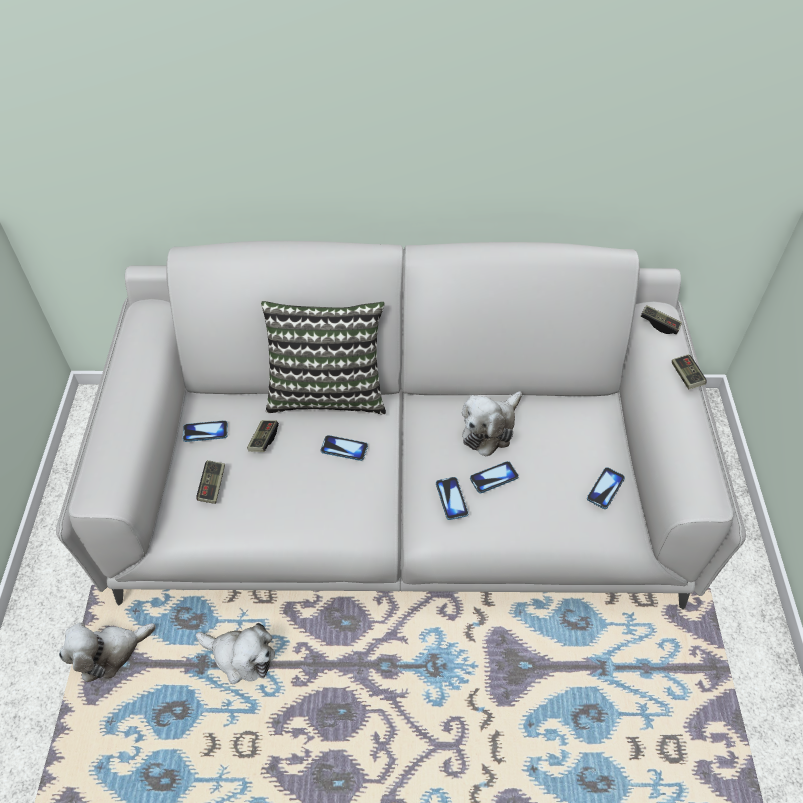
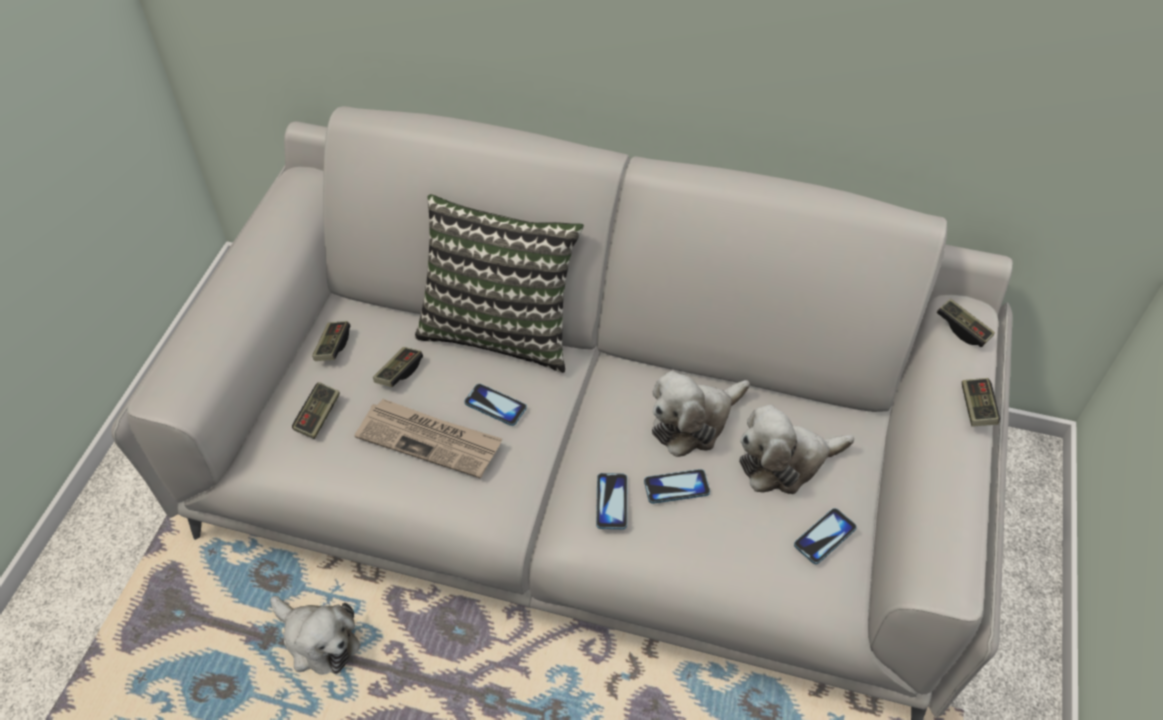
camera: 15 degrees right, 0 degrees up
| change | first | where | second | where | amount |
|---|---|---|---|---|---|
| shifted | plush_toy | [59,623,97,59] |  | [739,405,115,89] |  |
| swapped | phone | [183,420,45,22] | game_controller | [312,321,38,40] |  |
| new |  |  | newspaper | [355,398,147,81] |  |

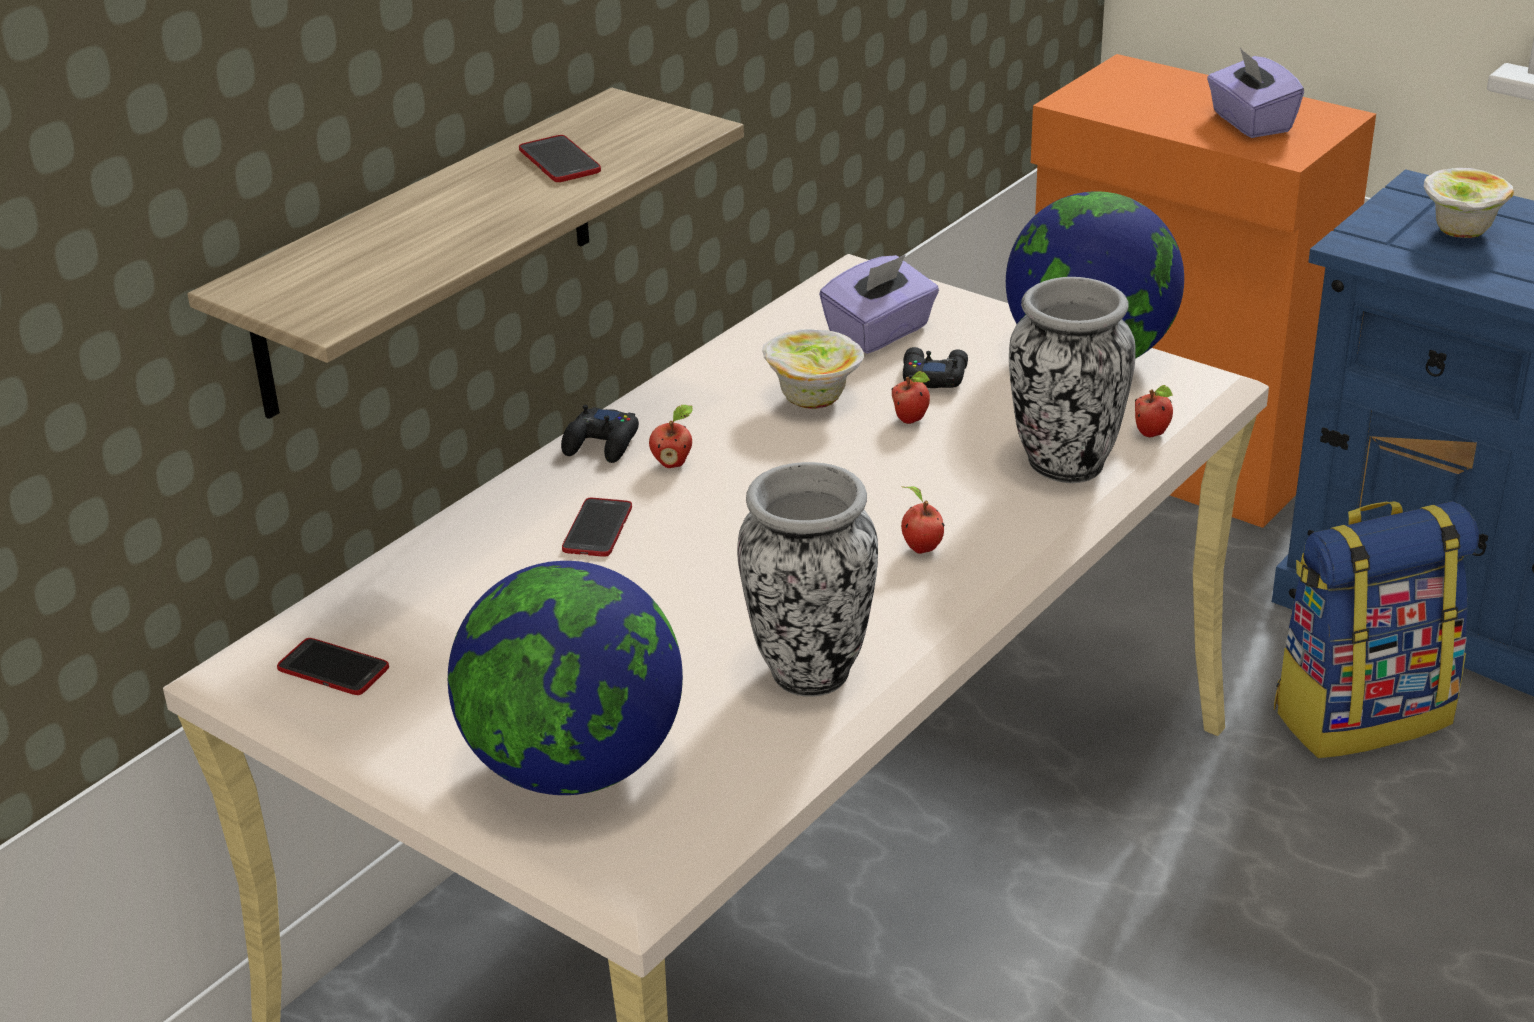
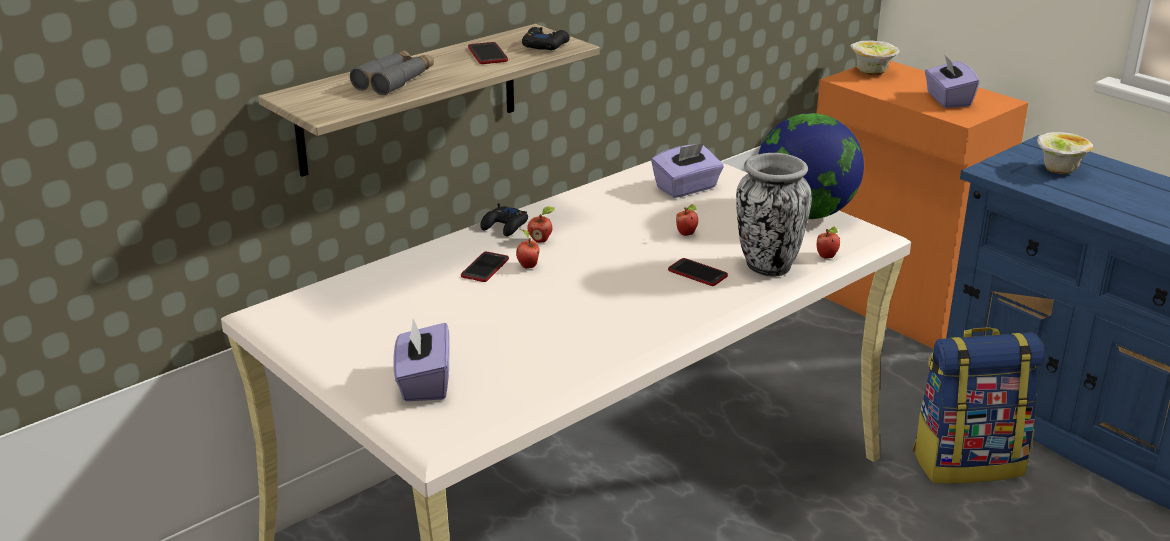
camera: 10 degrees right, 5 degrees down
| change | first | where | second | where | amount |
|---|---|---|---|---|---|
| shifted | phone | [277,638,112,57] |  | [668,258,60,28] |  |
| swapped | globe | [448,561,235,234] | purple_tissue_box | [393,319,57,82] |  |
| gone | vase | [737,462,141,235] |  |  |  |
| shifted | bowl | [762,329,102,80] |  | [851,41,49,34] |  |
| shifted | apple | [901,486,43,68] |  | [516,229,23,39] |  |
| shifted | black_game_controller | [903,347,65,41] |  | [522,27,48,23] |  |
| new |  |  | grey_binoculars | [350,51,84,44] |  |

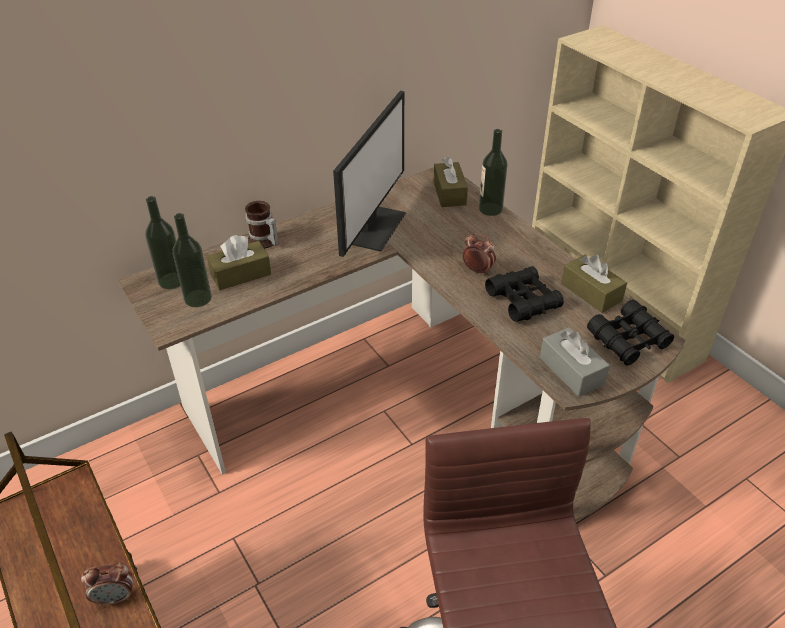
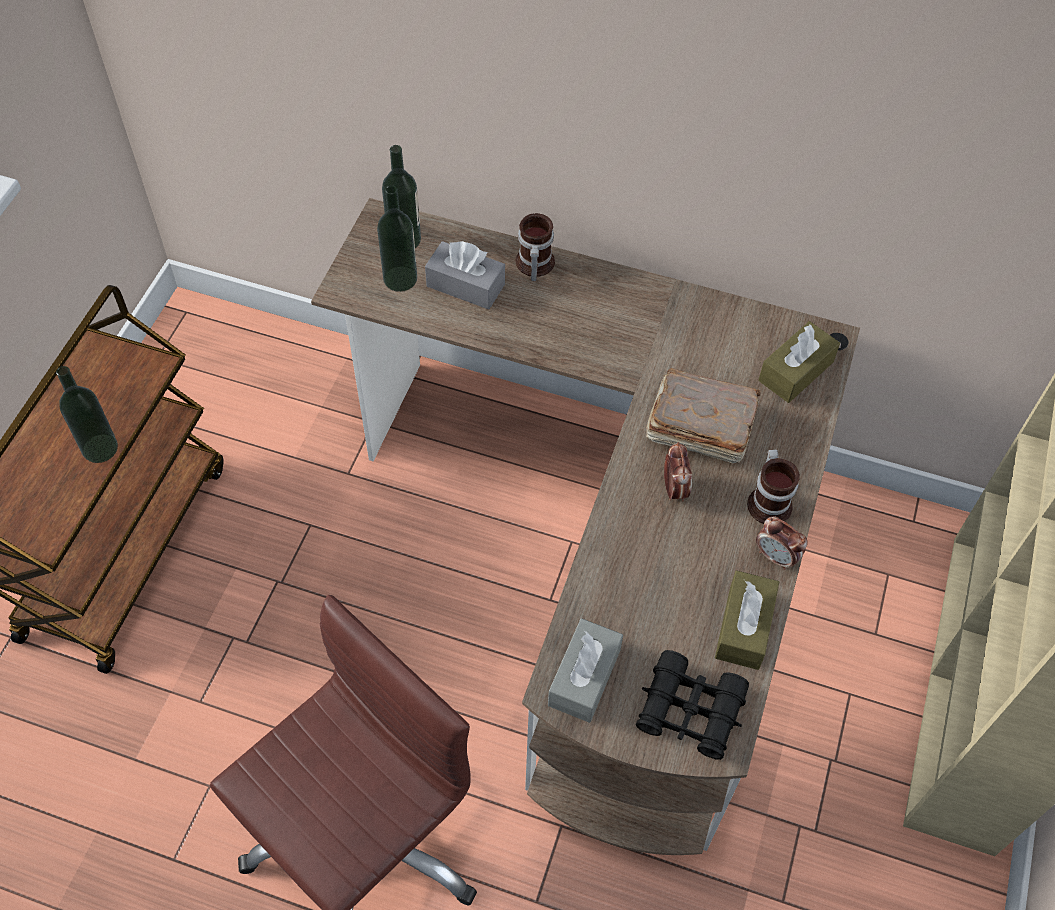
camera: 50 degrees right, 15 degrees up
| change | first | where | second | where | amount |
|---|---|---|---|---|---|
| shifted | alarm_clock | [81,563,52,43] |  | [756,516,52,54] |  |
| repainted | brown_tissue_box | [207,235,64,55] | grey_tissue_box | [425,241,80,69] |  |
| gone | monitor | [333,91,73,166] |  |  |  |
| shifted | bottle | [479,129,28,87] |  | [56,366,62,97] |  |
| gone | black_binoculars | [485,266,79,56] |  |  |  |
| new |  |  | brown_book | [646,368,115,95] |  |
| new |  |  | mug | [747,449,53,75] |  |

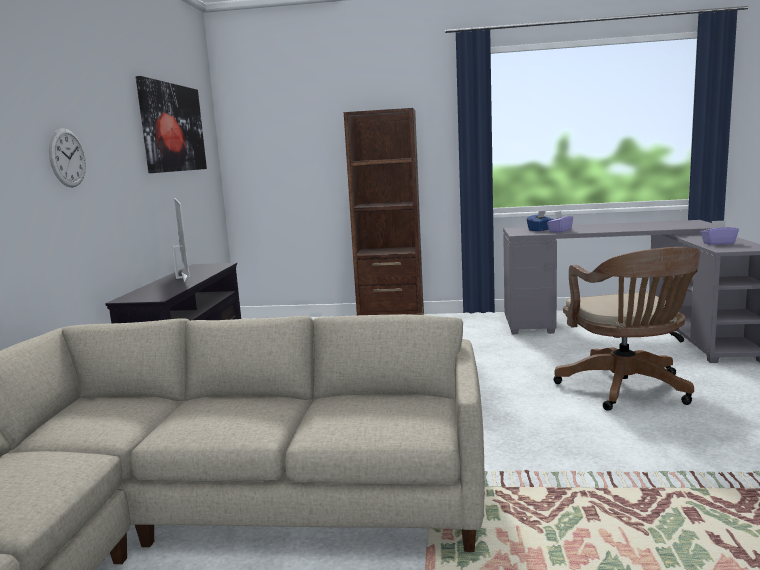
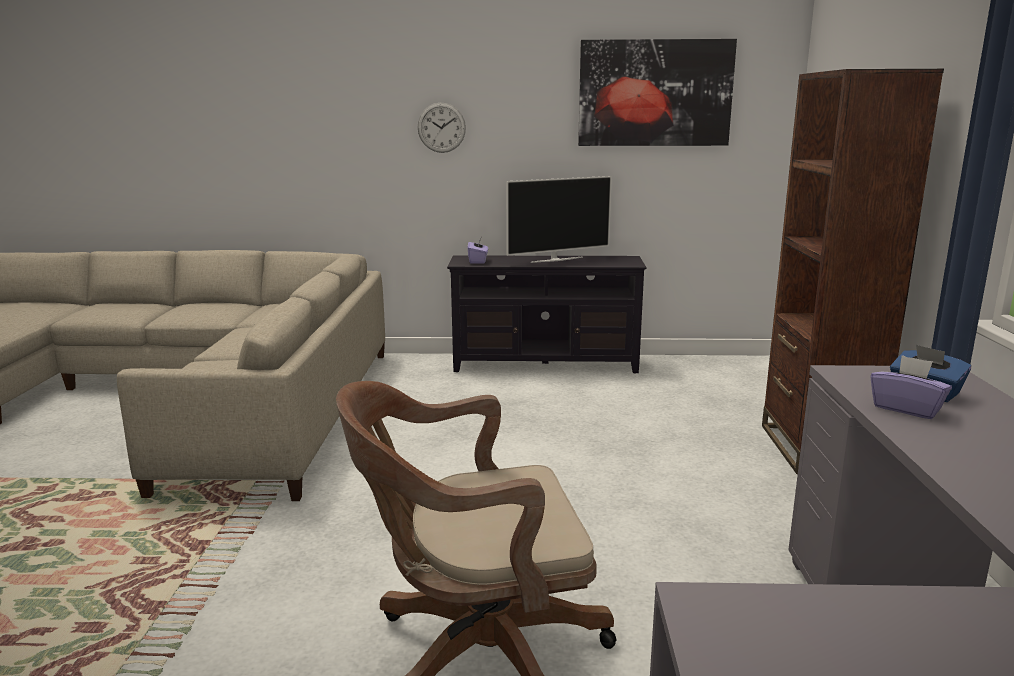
camera: 85 degrees right, 5 degrees up
| change | first | where | second | where | amount |
|---|---|---|---|---|---|
| shifted | purple_tissue_box | [701,220,38,25] |  | [467,238,21,25] |  |

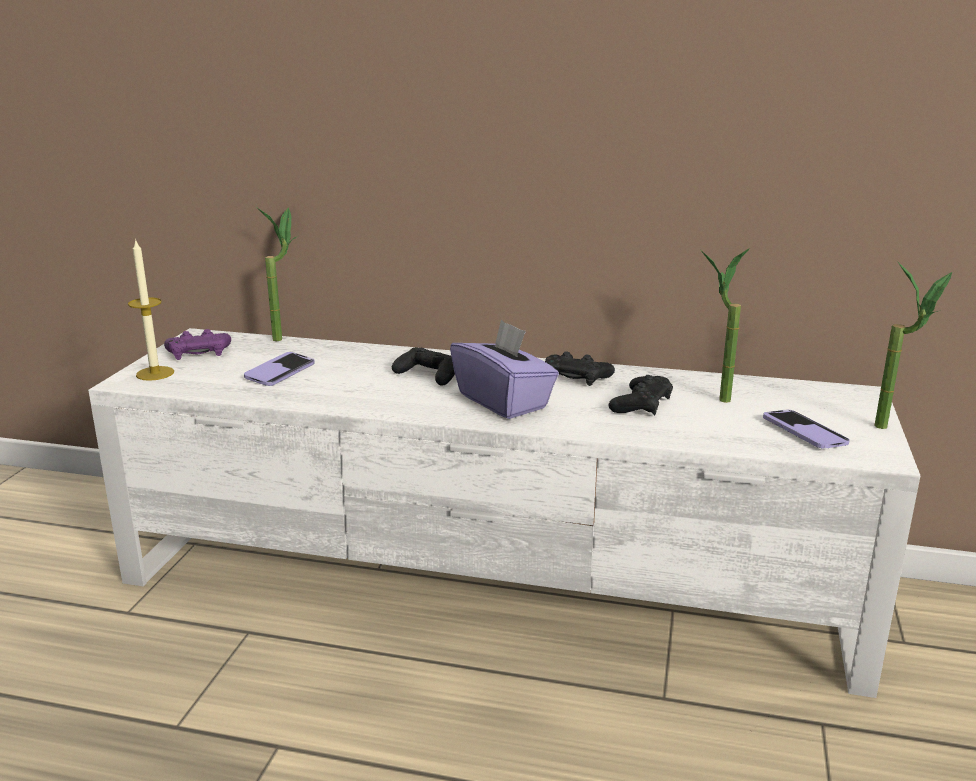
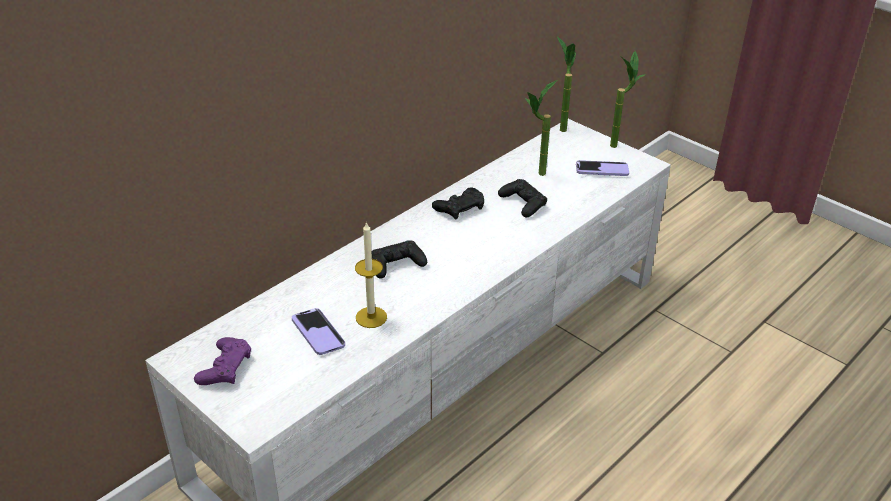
camera: 60 degrees left, 15 degrees up
| change | first | where | second | where | amount |
|---|---|---|---|---|---|
| shifted | candle | [128,239,46,142] |  | [355,221,32,107] |  |
| shifted | potted_plant | [256,207,42,134] |  | [557,36,19,96] |  |
| gone | purple_tissue_box | [450,319,109,100] |  |  |  |

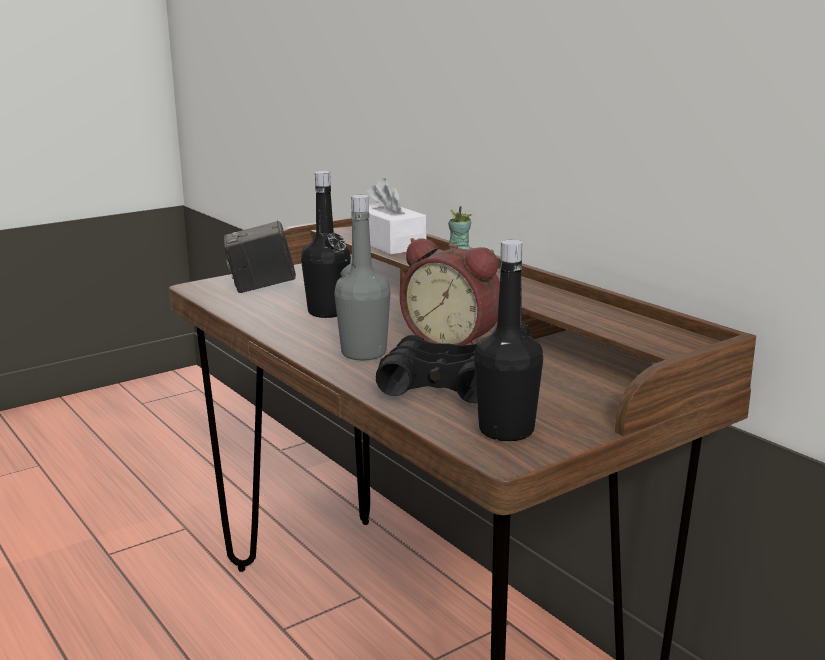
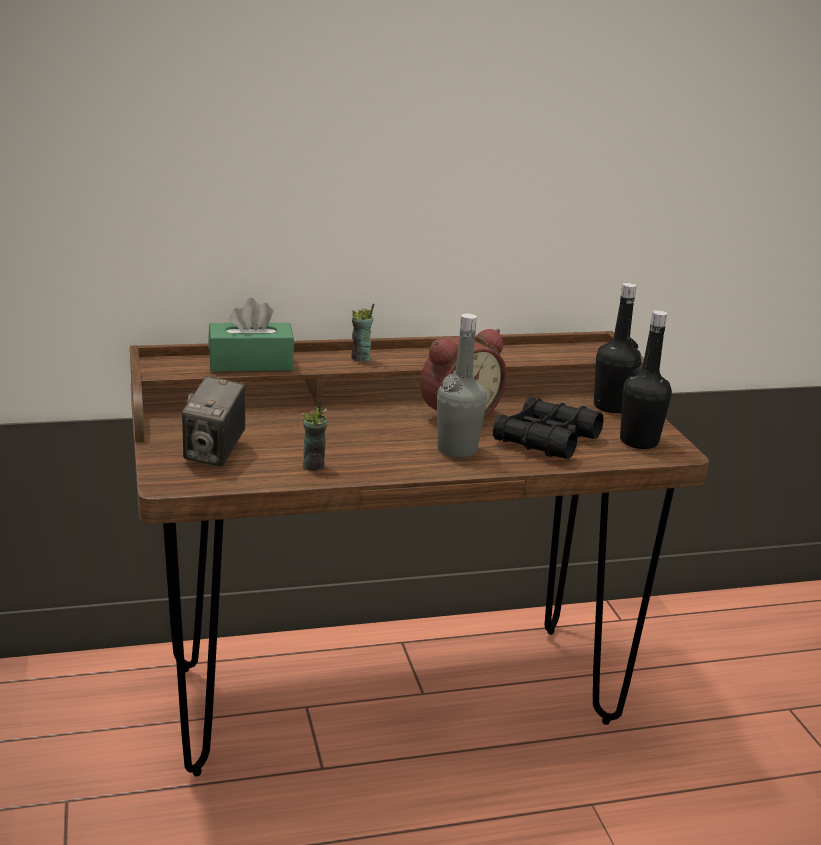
camera: 70 degrees left, 5 degrees up
| change | first | where | second | where | amount |
|---|---|---|---|---|---|
| shifted | black_bottle | [301,171,50,147] |  | [594,283,47,130] |  |
| repainted | white_tissue_box | [366,178,60,77] | green_tissue_box | [208,298,86,74] |  |
| new |  |  | cup | [301,398,27,73] |  |

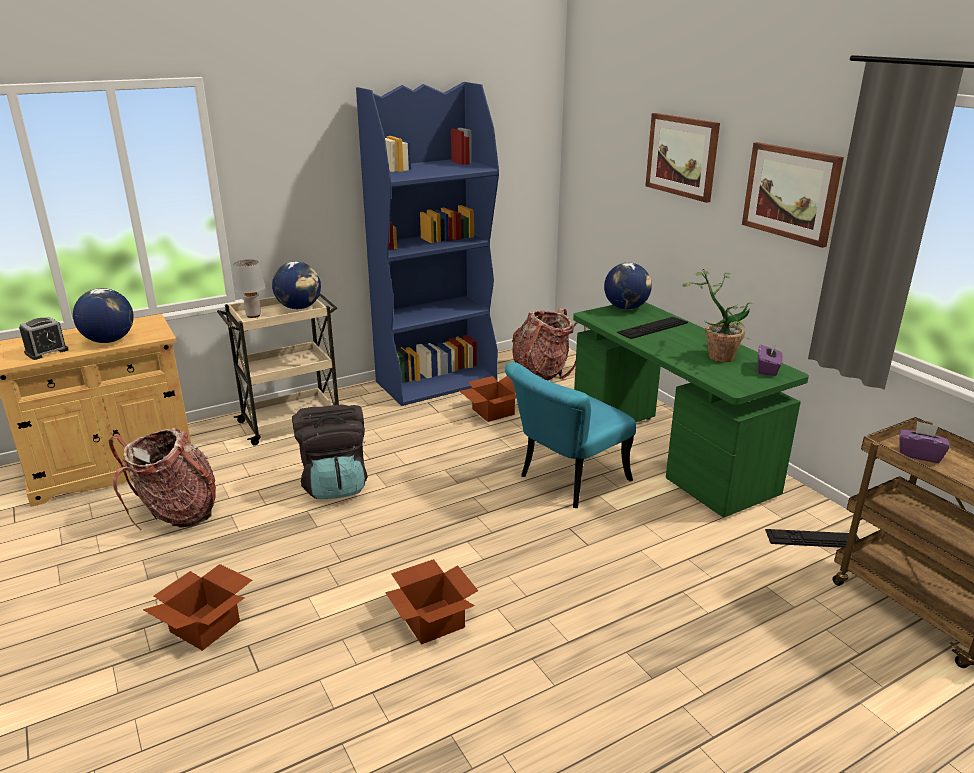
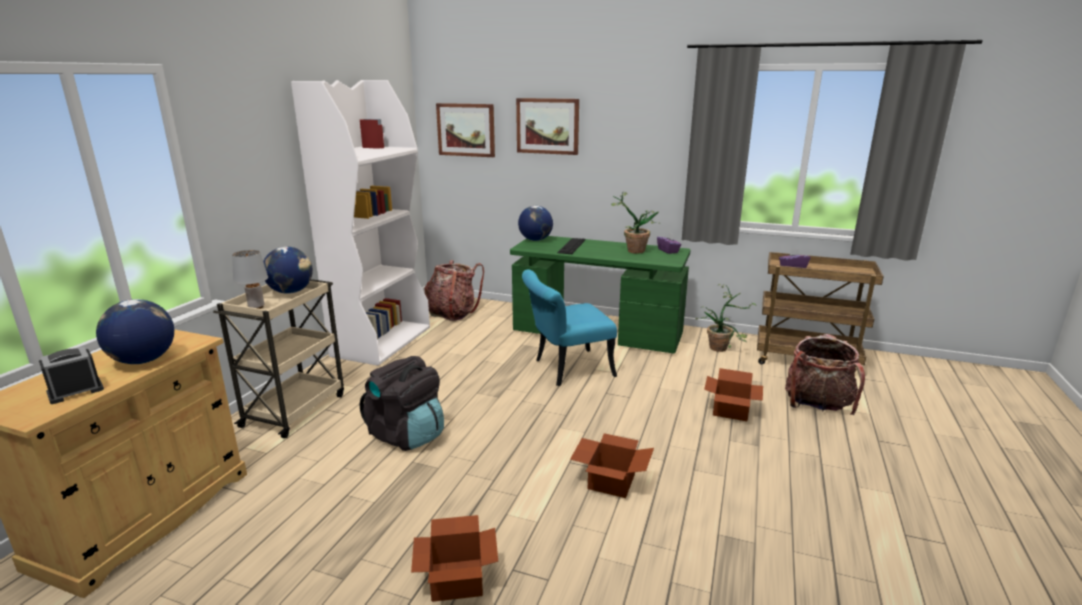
camera: 40 degrees left, 5 degrees down
| change | first | where | second | where | amount |
|---|---|---|---|---|---|
| rotated | alarm_clock | [19,317,50,43] |  | [39,347,65,57] | 135 degrees counterclockwise |
| shifted | backpack | [109,427,107,104] |  | [785,334,80,81] |  |
| repainted | blue_bookcase | [356,82,143,324] | white_bookcase | [291,80,139,286] |  |
| shifted | cardboard_box | [459,376,57,46] |  | [704,368,59,53] |  |
| rotated | turquoise_chair | [505,362,131,146] |  | [522,269,95,117] | 60 degrees clockwise |
| shifted | picture | [742,142,102,106] |  | [436,103,59,54] |  |
| swapped | keyboard | [765,529,94,19] | potted_plant | [695,284,62,68] |  |

